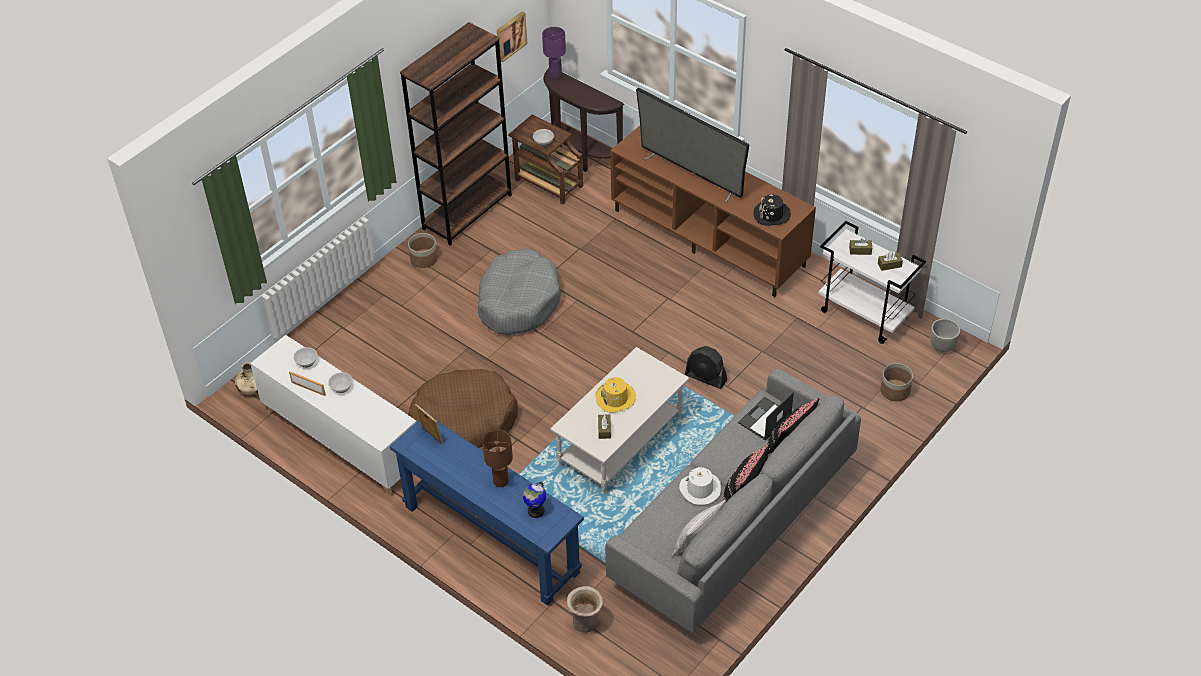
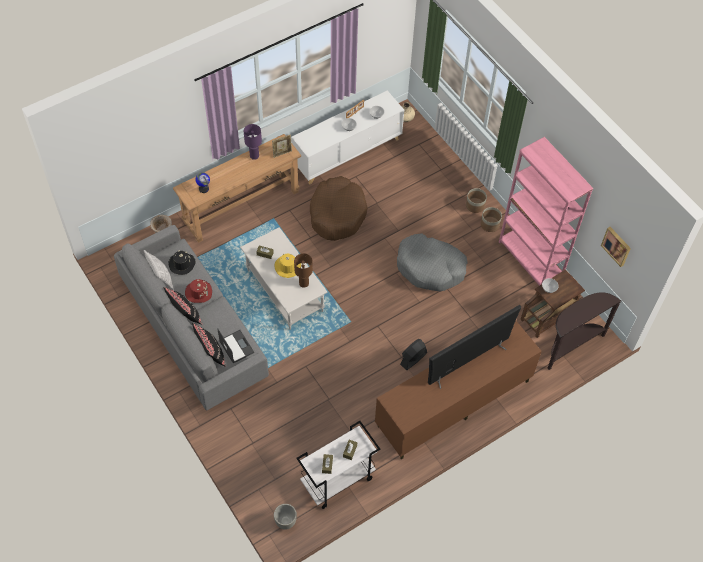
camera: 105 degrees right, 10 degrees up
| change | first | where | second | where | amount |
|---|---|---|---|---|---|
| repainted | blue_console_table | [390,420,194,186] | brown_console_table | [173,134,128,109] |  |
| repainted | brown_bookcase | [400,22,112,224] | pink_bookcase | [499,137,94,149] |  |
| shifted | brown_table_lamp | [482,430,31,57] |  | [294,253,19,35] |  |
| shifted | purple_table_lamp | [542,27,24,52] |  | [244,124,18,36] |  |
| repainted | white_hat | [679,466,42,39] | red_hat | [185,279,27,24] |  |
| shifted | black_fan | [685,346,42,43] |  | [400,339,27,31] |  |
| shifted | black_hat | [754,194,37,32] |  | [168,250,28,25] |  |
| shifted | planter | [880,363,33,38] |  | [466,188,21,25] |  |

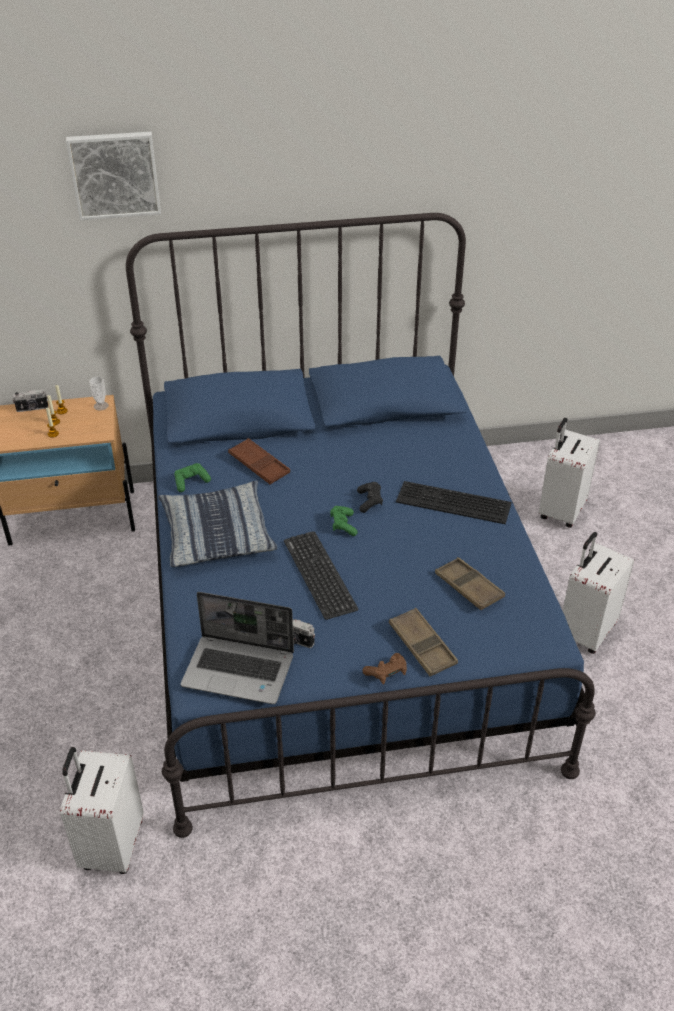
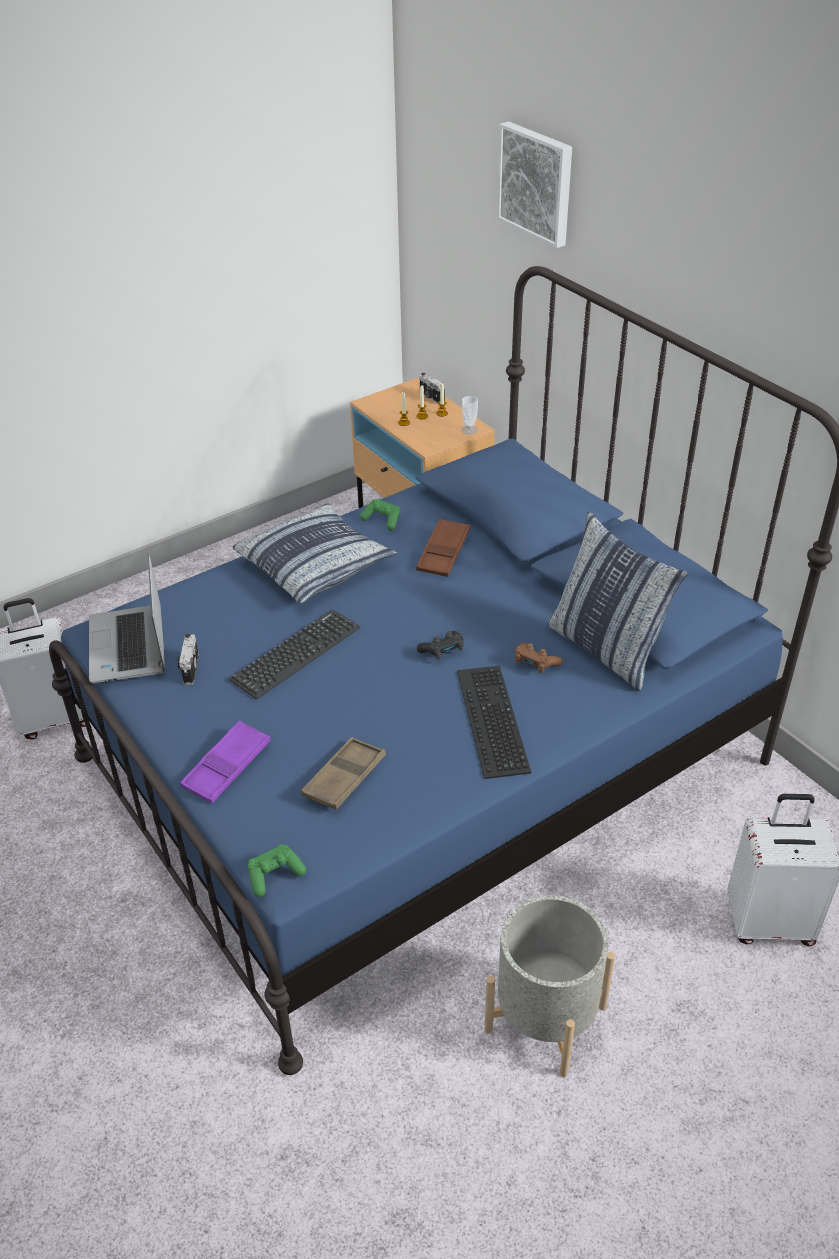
camera: 65 degrees right, 0 degrees up
| change | first | where | second | where | amount |
|---|---|---|---|---|---|
| shifted | green_game_controller | [330,506,28,30] |  | [248,845,58,52] |  |
| shifted | brown_game_controller | [362,653,45,32] |  | [515,643,47,31] |  |
| repainted | brown_tray | [389,608,69,69] | purple_tray | [180,720,91,84] |  |
| swapped | white_suitcase | [563,532,71,122] | grey_planter | [485,895,130,182] |  |
| new |  |  | pillow | [548,511,140,180] |  |

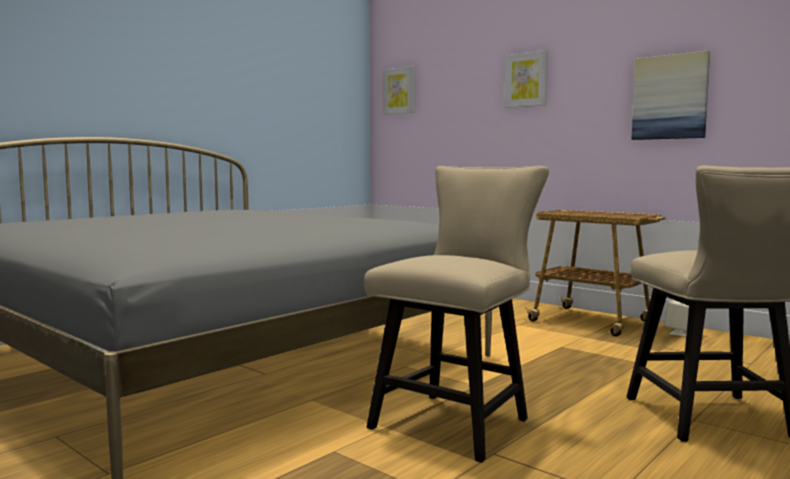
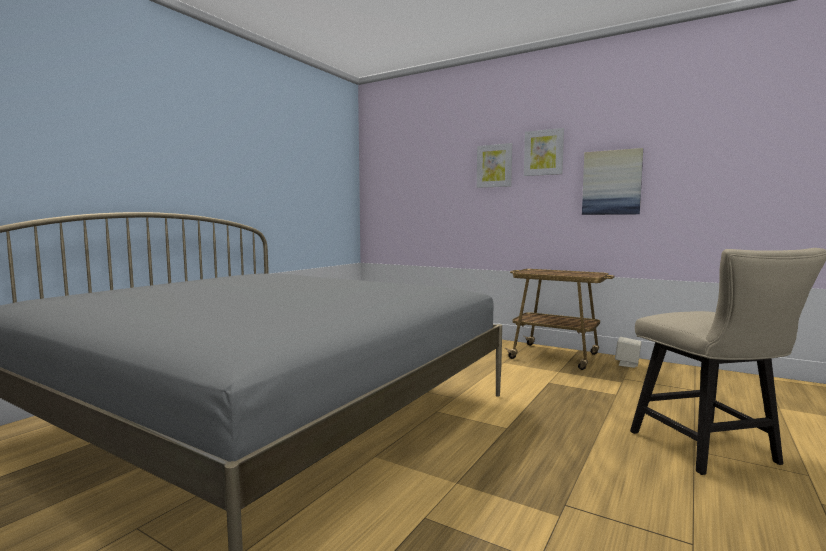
camera: 10 degrees left, 0 degrees up
| change | first | where | second | where | amount |
|---|---|---|---|---|---|
| gone | beige_chair | [364,166,185,297] |  |  |  |
| shifted | picture | [383,66,32,49] |  | [524,128,40,48] |  |

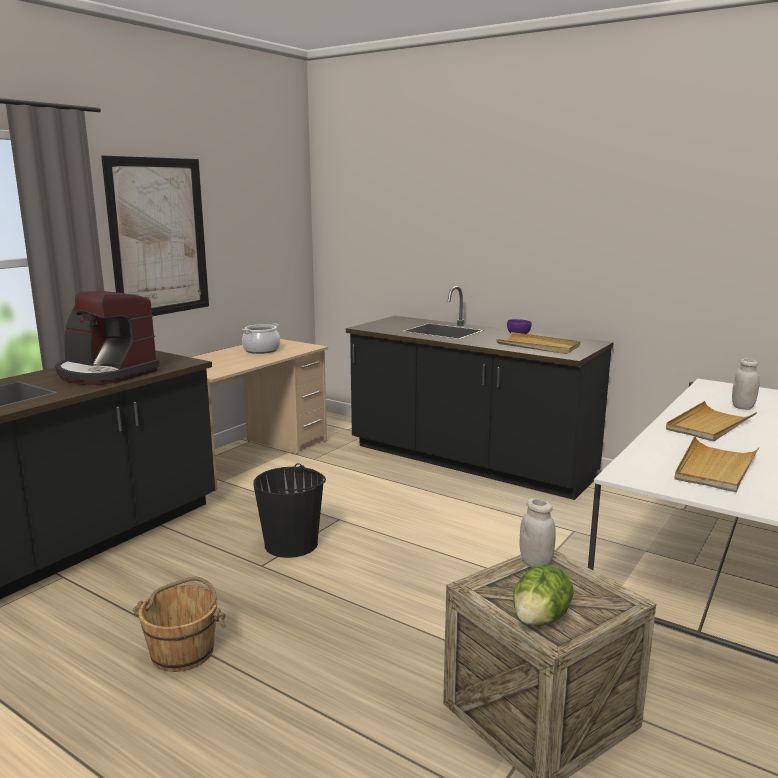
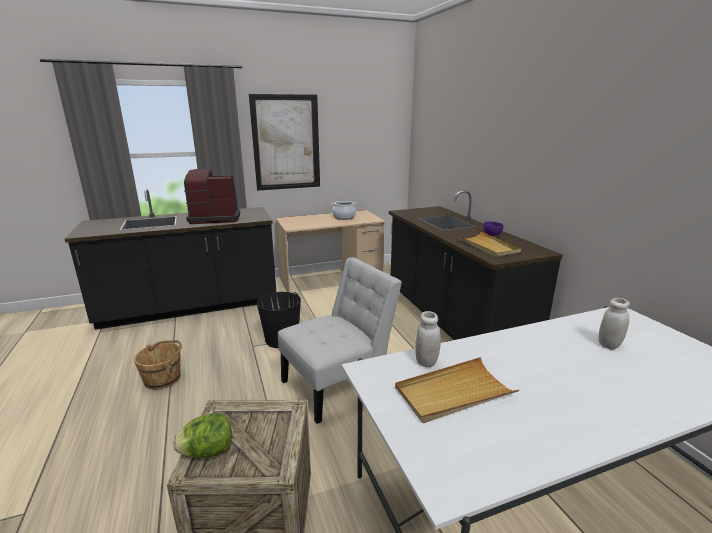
camera: 35 degrees right, 5 degrees up
| change | first | where | second | where | amount |
|---|---|---|---|---|---|
| rotated | coffee_machine | [55,291,105,94] |  | [184,169,56,55] | 105 degrees clockwise |
| shifted | white_jar | [520,498,36,70] |  | [415,311,26,56] |  |
| gone | beige_tray | [666,401,91,41] |  |  |  |
| new |  |  | white_chair | [278,257,124,167] |  |

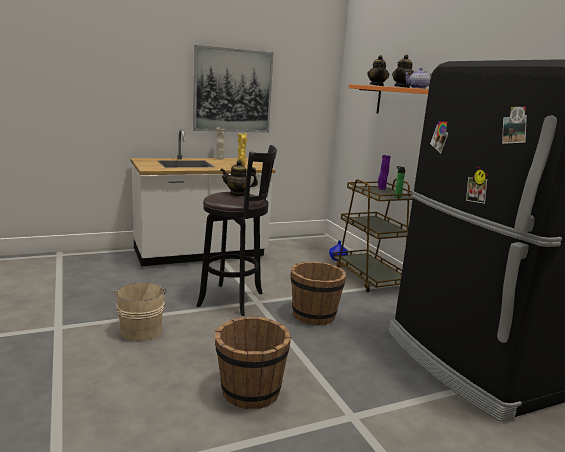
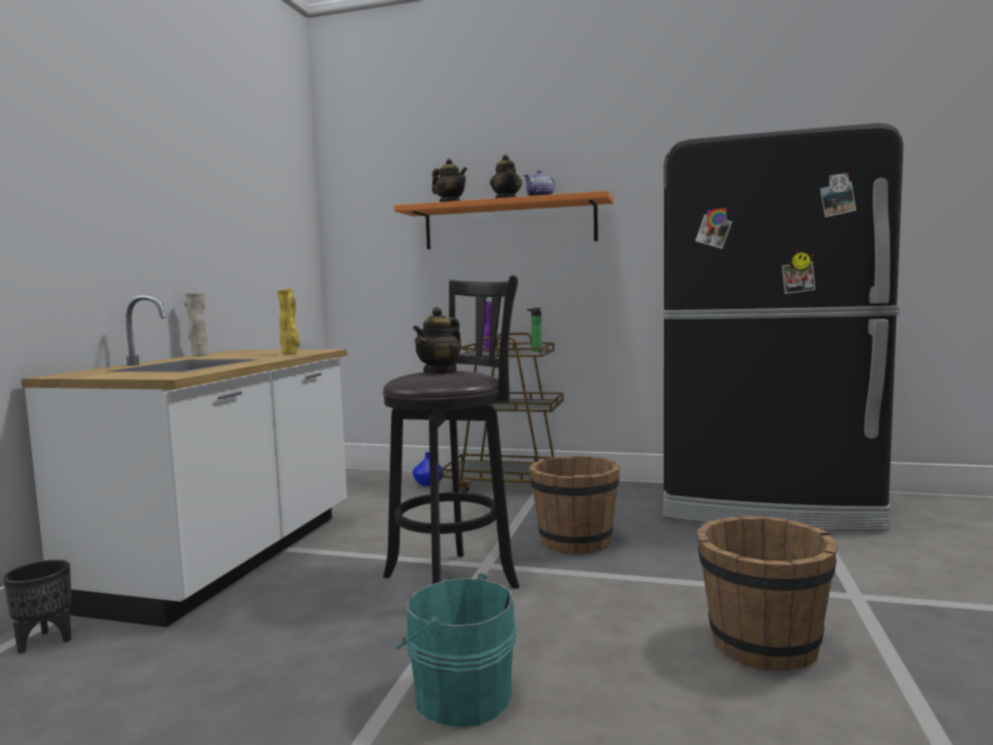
camera: 50 degrees left, 10 degrees down
| change | first | where | second | where | amount |
|---|---|---|---|---|---|
| repainted | beige_bucket | [114,282,53,59] | turquoise_bucket | [396,573,121,154] |  |
| gone | picture | [193,45,81,88] |  |  |  |
| new |  |  | black_planter | [3,560,69,94] |  |

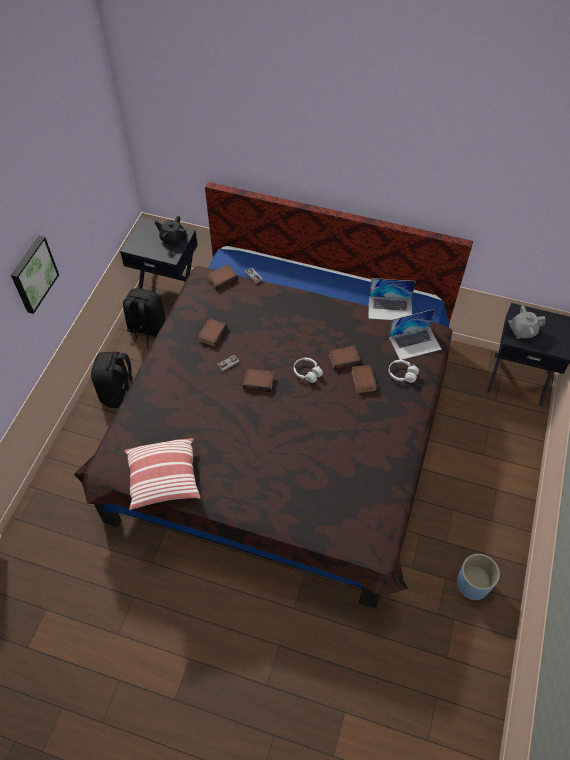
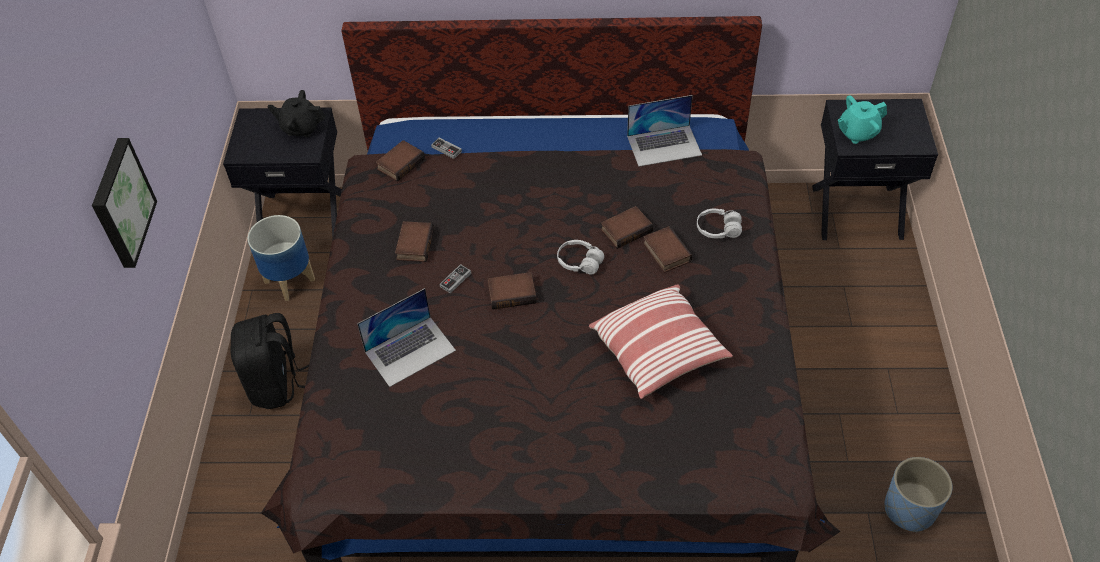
camera: 15 degrees left, 5 degrees down
| change | first | where | second | where | amount |
|---|---|---|---|---|---|
| swapped | black_backpack | [123,288,43,60] | planter | [248,215,67,86] |  |
| shifted | pillow | [124,438,77,72] |  | [589,284,144,115] |  |
| shifted | laptop | [389,309,53,51] |  | [357,288,99,99] |  |
| repainted | grey_teapot | [508,305,37,34] | turquoise_teapot | [838,95,49,49] |  |

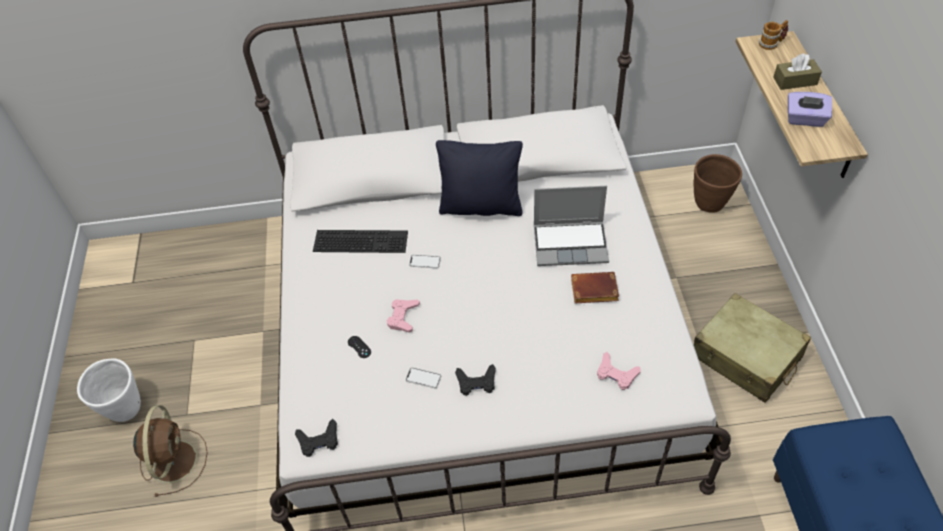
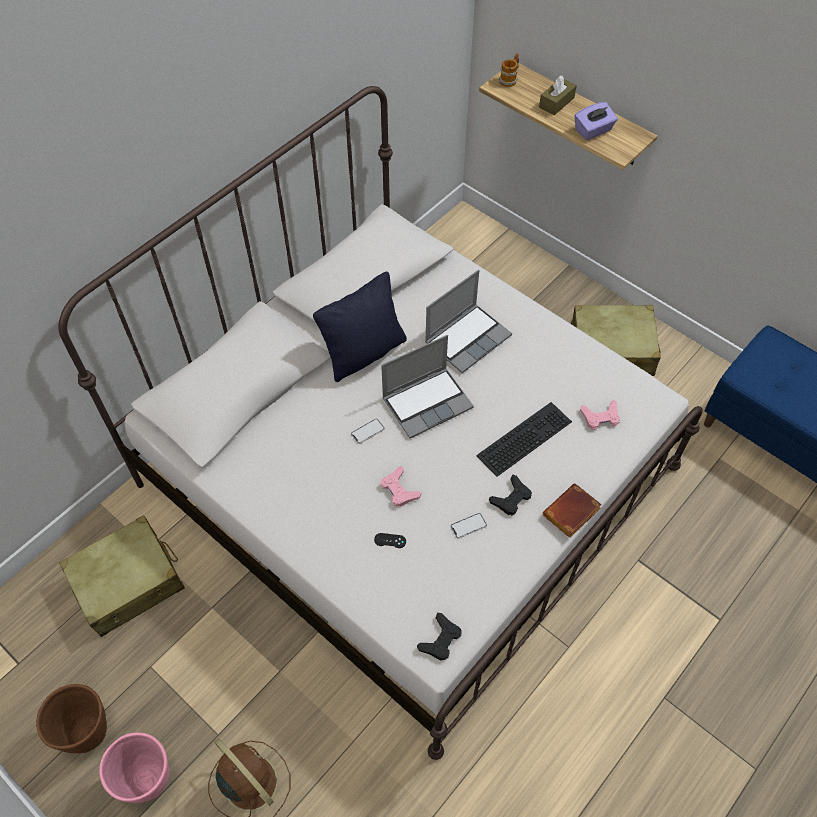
camera: 45 degrees left, 5 degrees up
| change | first | where | second | where | amount |
|---|---|---|---|---|---|
| repainted | white_planter | [77,358,64,64] | pink_planter | [99,732,70,71] |  |
| shifted | keyboard | [313,230,95,23] |  | [476,402,96,75] |  |
| shifted | brown_book | [571,272,48,31] |  | [543,483,59,55] |  |
| shifted | brown_planter | [693,154,49,59] |  | [36,684,71,69] |  |
| new |  |  | beige_suitcase | [59,515,126,122] |  |
| new |  |  | laptop | [381,335,93,104] |  |

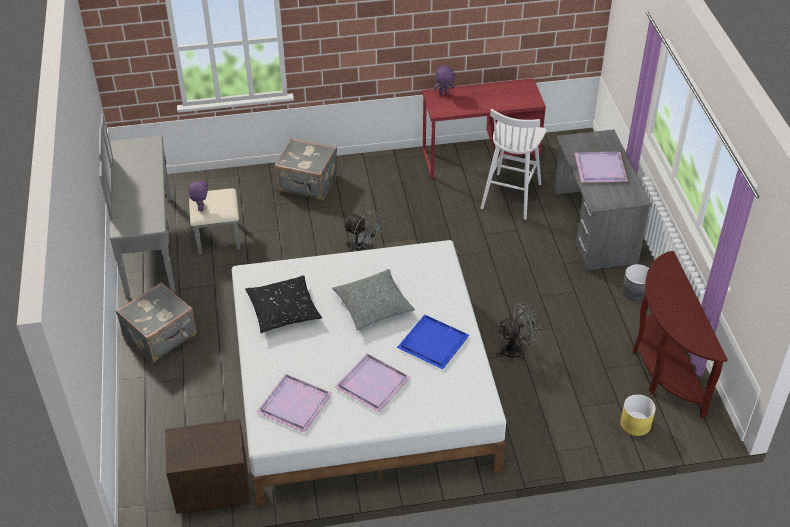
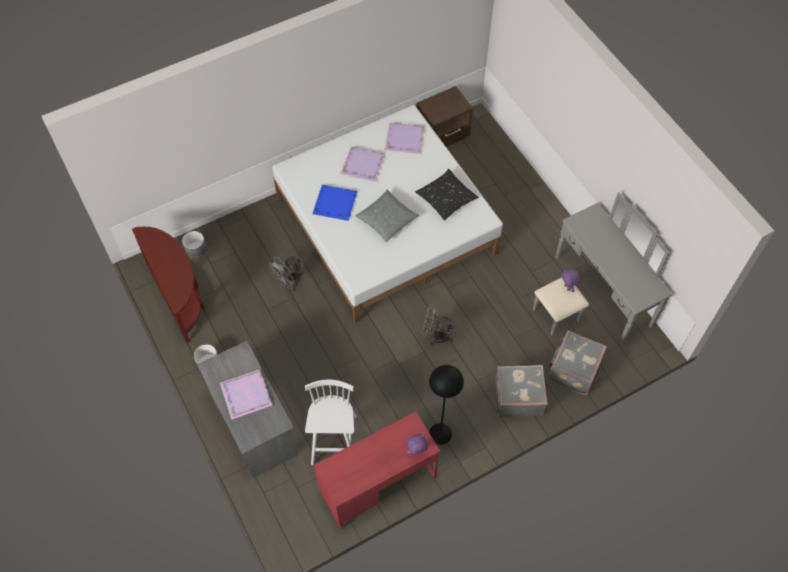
camera: 160 degrees right, 15 degrees up
| change | first | where | second | where | amount |
|---|---|---|---|---|---|
| shifted | grey_suitcase | [116,282,81,81] |  | [548,330,59,65] |  |
| repainted | yellow_planter | [620,394,36,42] | grey_planter | [182,231,25,28] |  |
| new |  |  | black_floor_lamp | [429,365,35,80] |  |

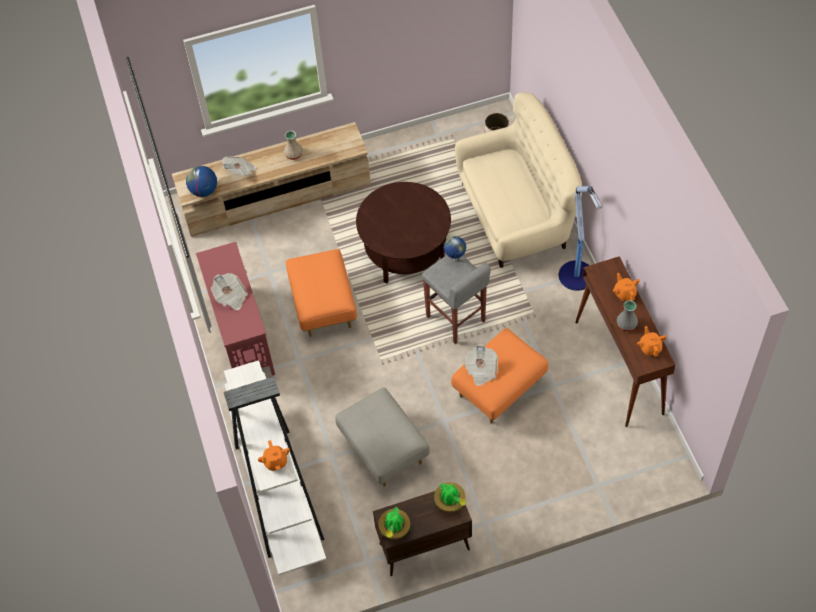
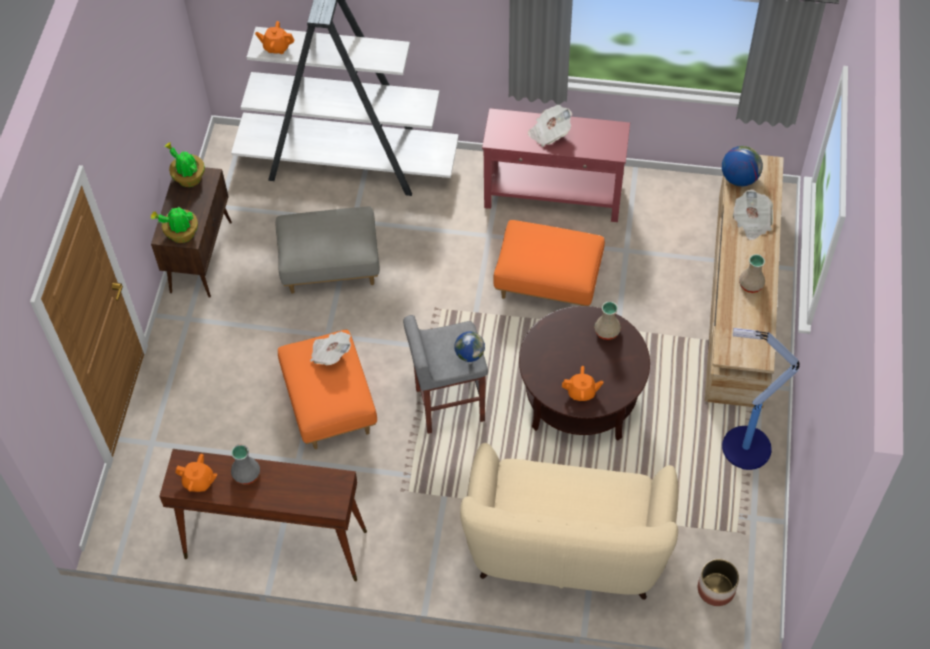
camera: 115 degrees right, 0 degrees up
| change | first | where | second | where | amount |
|---|---|---|---|---|---|
| shifted | floor_lamp | [558,186,45,105] |  | [722,328,78,142] |  |
| shifted | orange_teapot | [613,273,27,28] |  | [562,366,41,35] |  |
| new |  |  | beige_vase | [594,301,27,39] |  |

